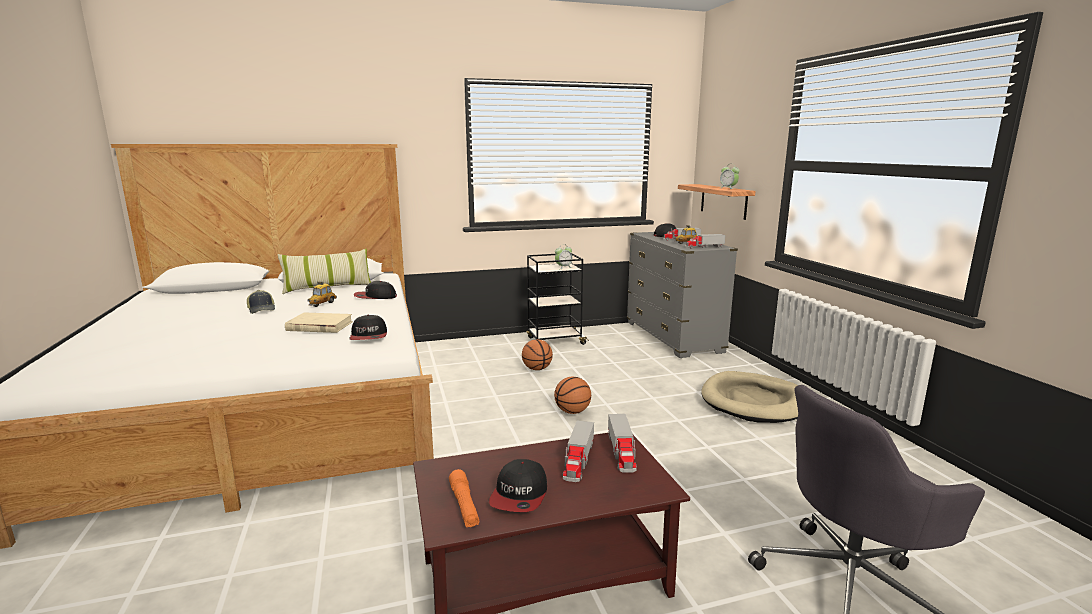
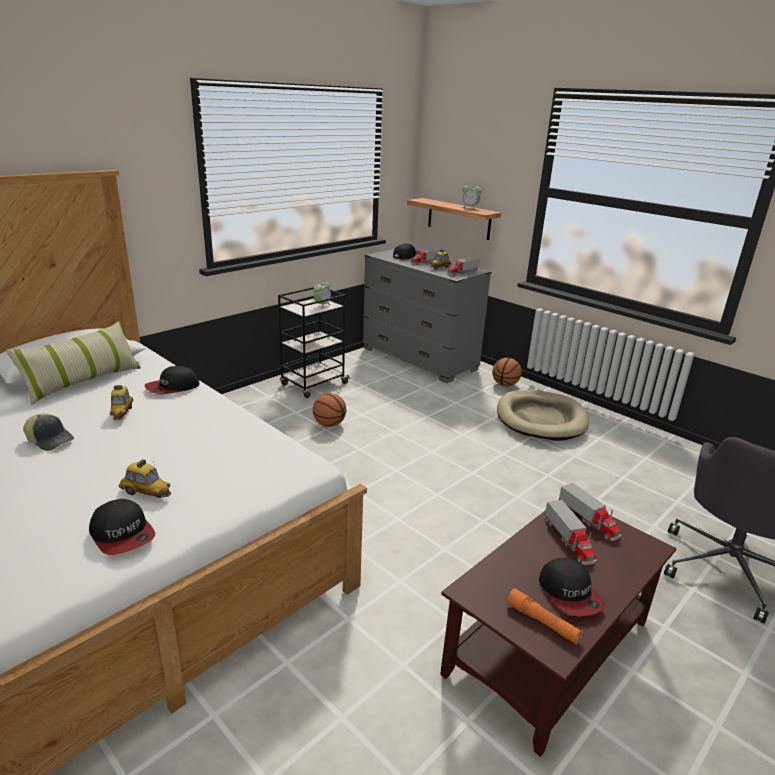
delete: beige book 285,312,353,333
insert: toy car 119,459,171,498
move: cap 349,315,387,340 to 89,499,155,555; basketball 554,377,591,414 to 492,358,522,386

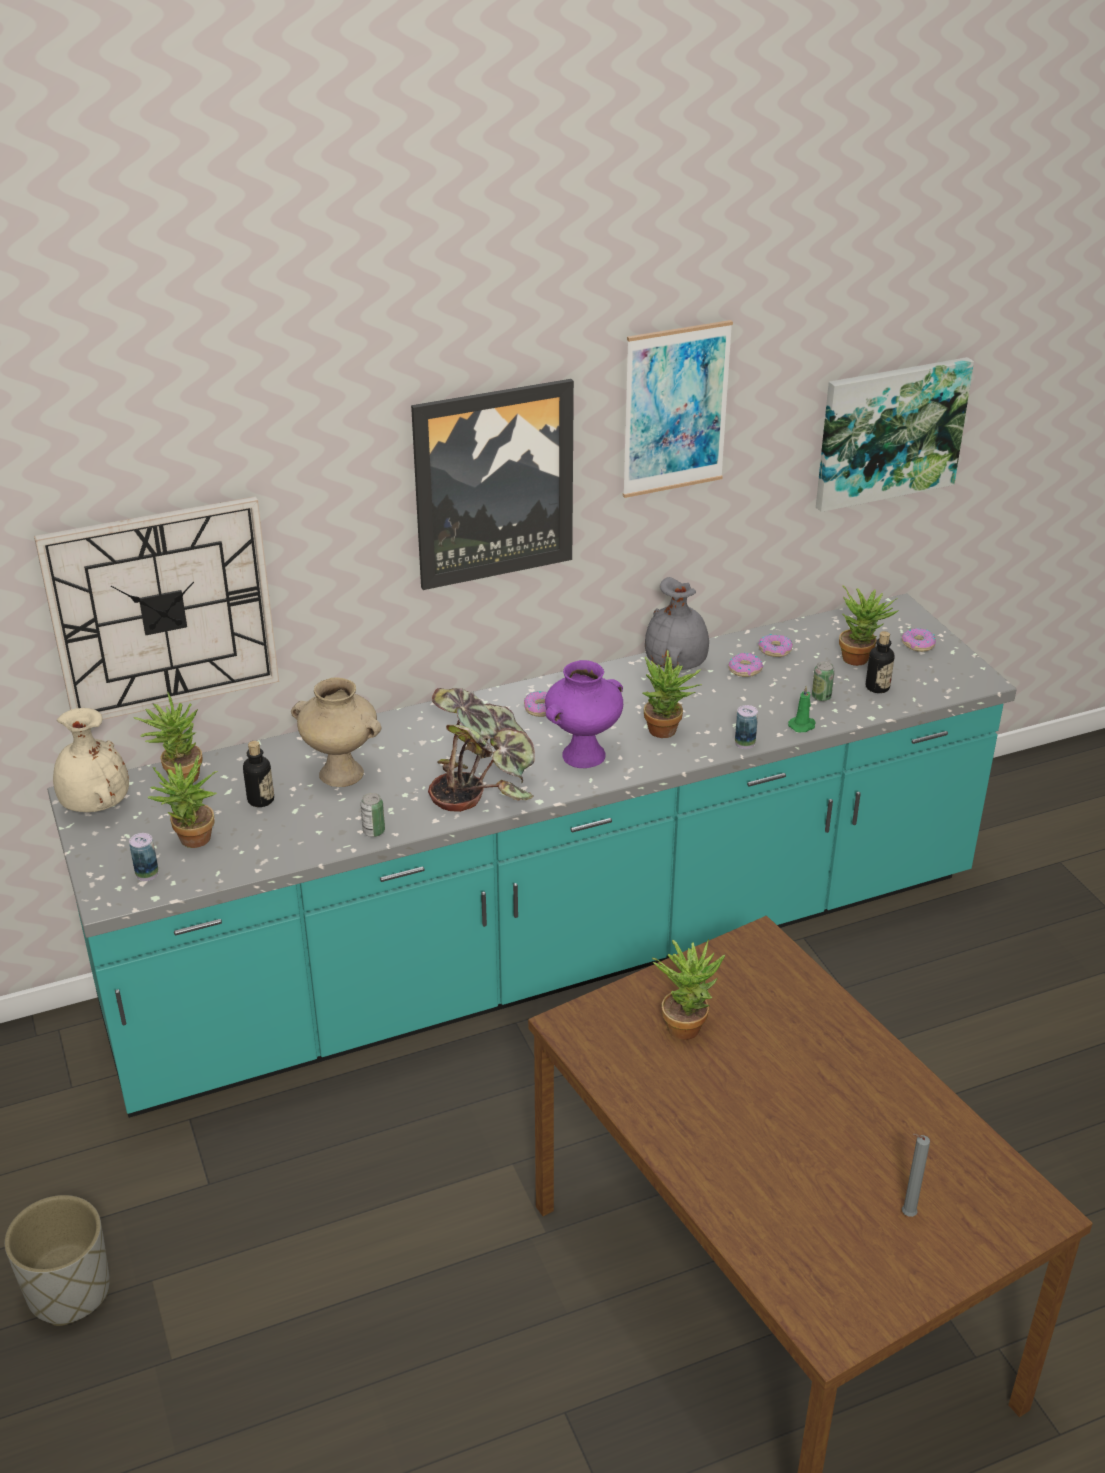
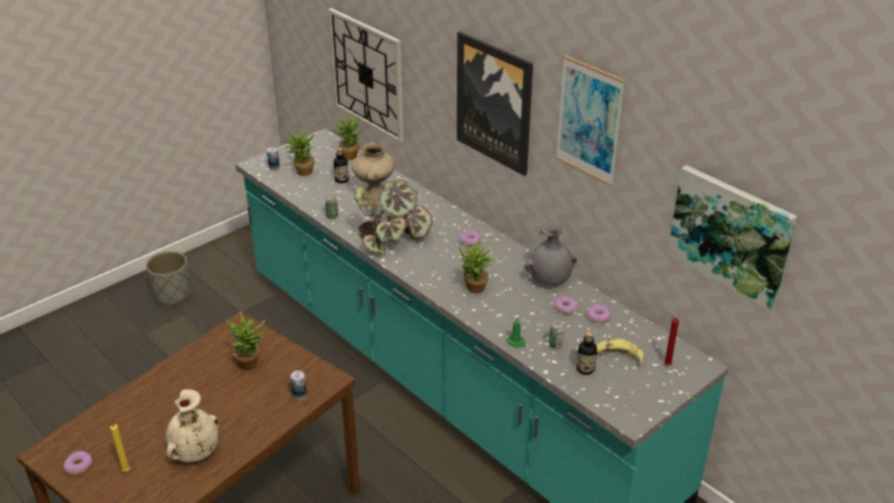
delete: purple vase 545,660,623,768
insert: red candle 664,315,679,365
move: beige vase 53,708,129,812 to 166,389,219,462; can 735,705,758,749 to 290,371,307,400; donut 901,628,936,652 to 64,451,93,475
replace: potted plant 839,585,898,666 to banana 596,339,644,365
recolor: grey candle 902,1133,930,1217 to yellow candle 110,418,130,472

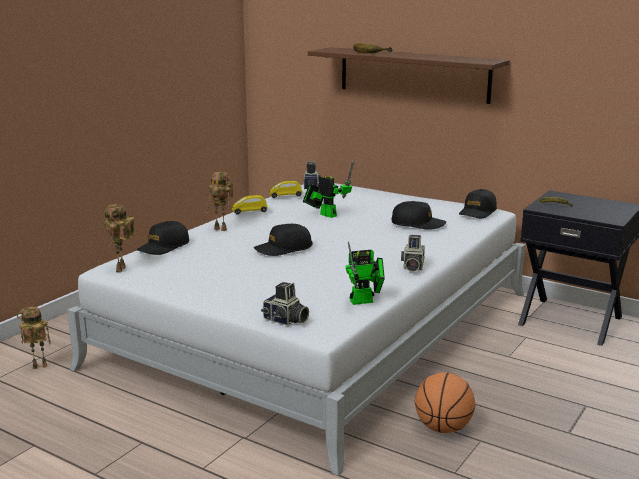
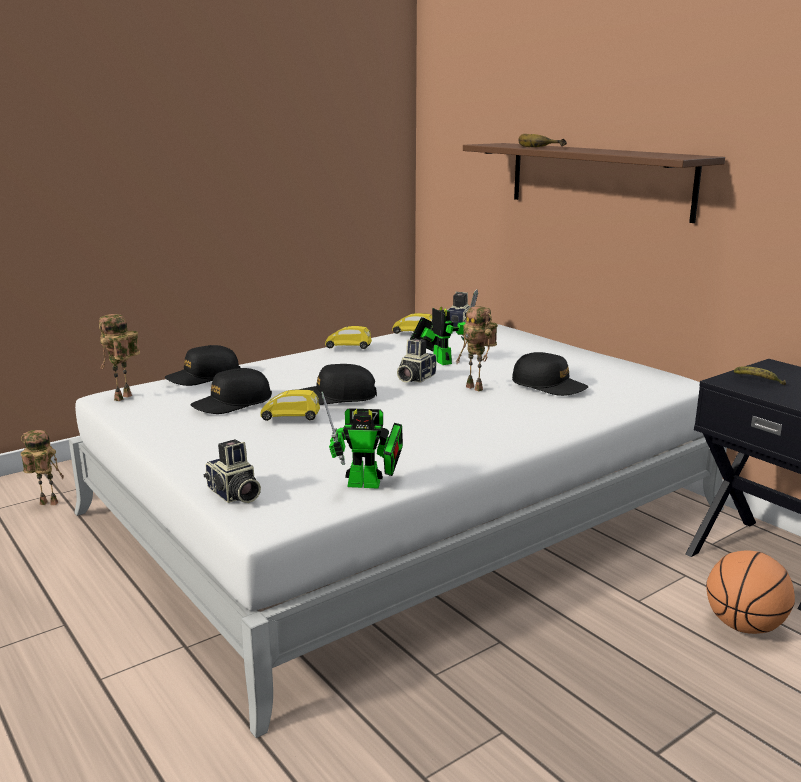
insert: yellow toy car 260,389,320,421
move: toy robot 206,172,233,231 to 456,306,498,391; photo camera 401,235,425,272 to 397,339,436,383; basketball 415,372,476,433 to 706,551,795,634; black cap 459,189,497,218 to 190,368,272,414

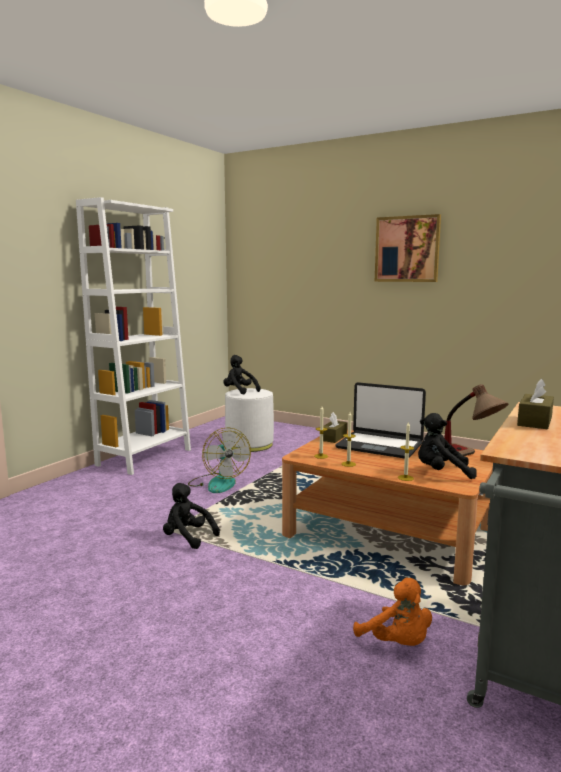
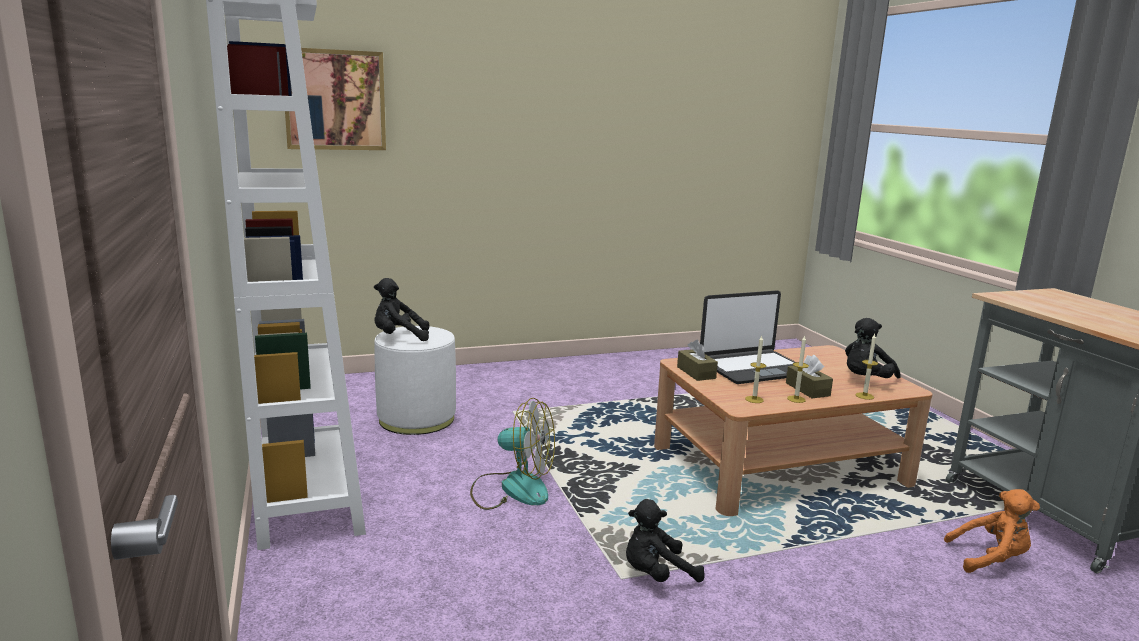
delete: table lamp 444,384,509,456
move: picture 375,214,441,282 to 285,48,386,150; brown tissue box 517,379,554,429 to 786,355,833,398

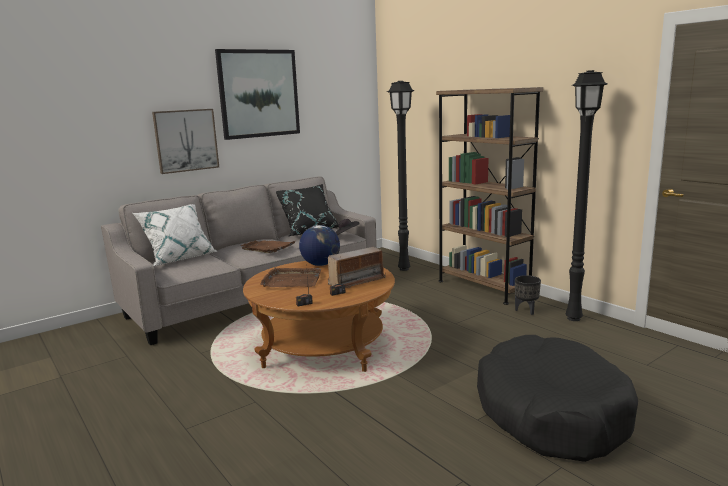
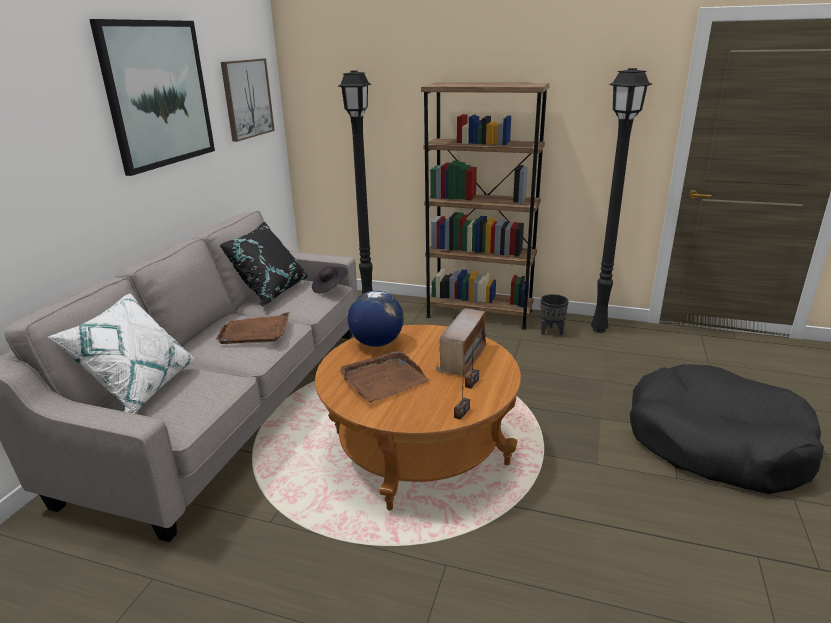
move: picture 152,109,219,174 to 221,59,275,142

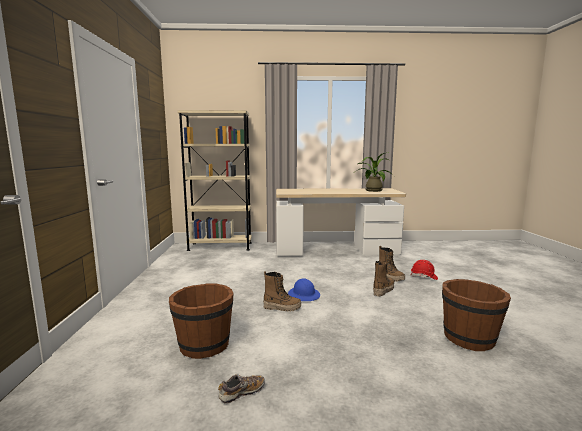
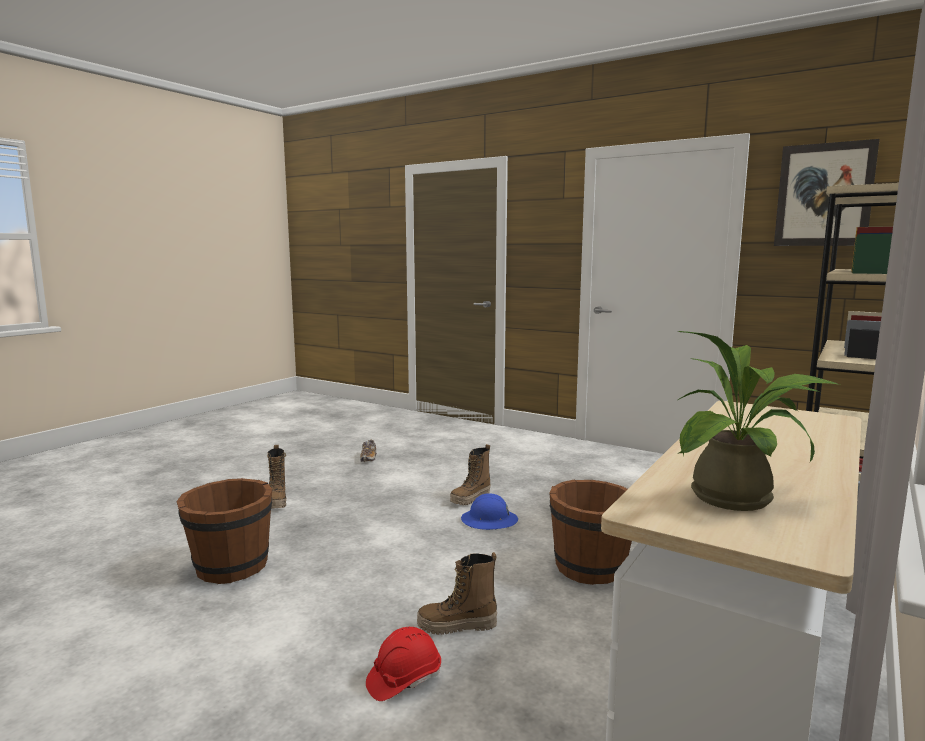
insert: picture 774,139,880,246
move: brown bucket 169,283,234,359 to 549,480,632,585; boot 373,261,394,296 to 267,445,286,509

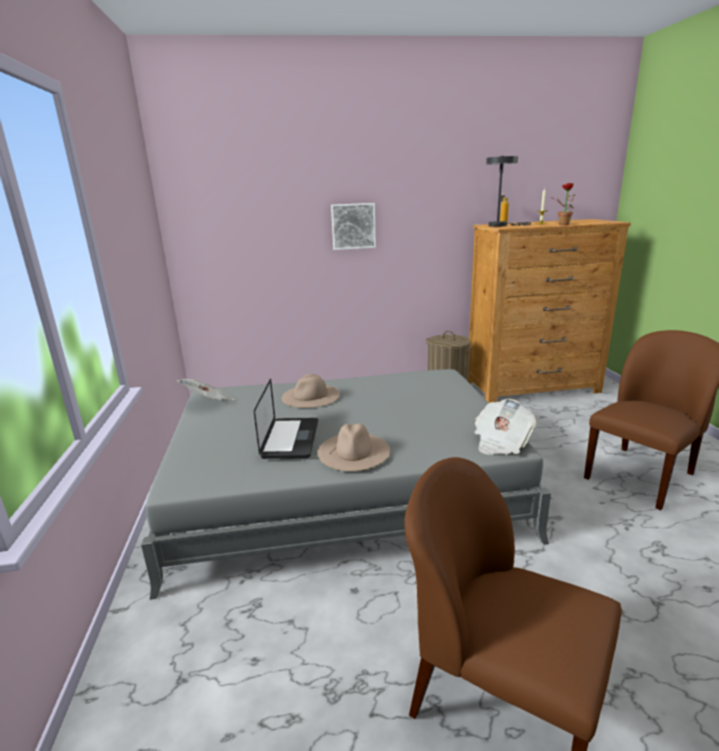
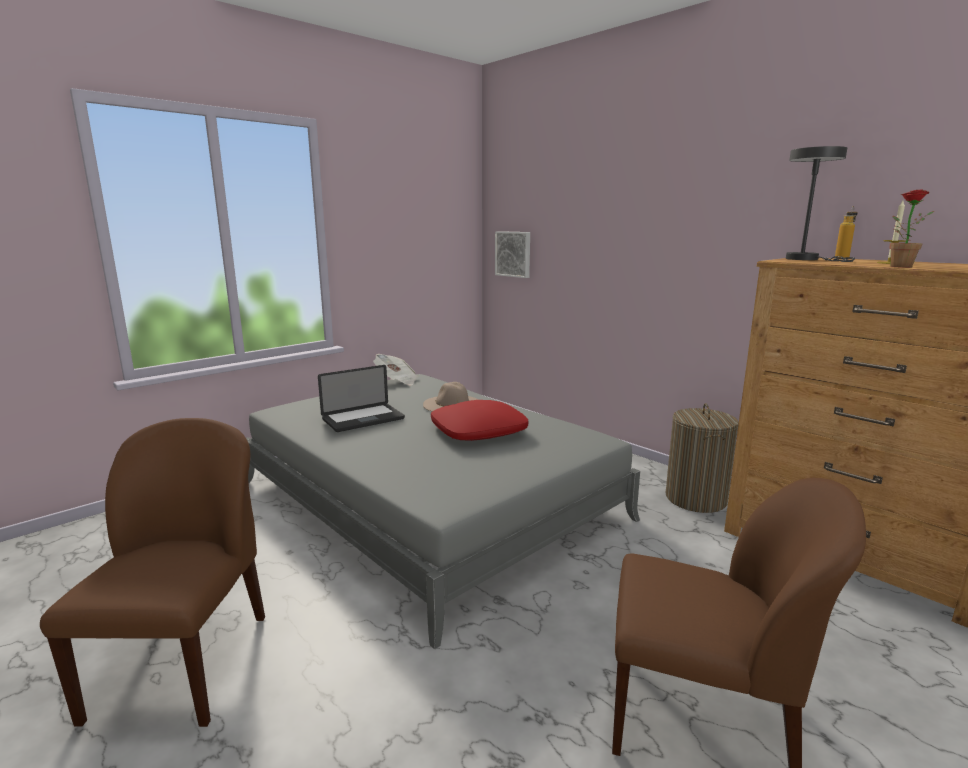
delete: beige hat 318,423,390,471; newspaper 474,399,536,455
insert: red pillow 431,400,529,441
move: picture 331,203,376,250 to 495,231,530,278

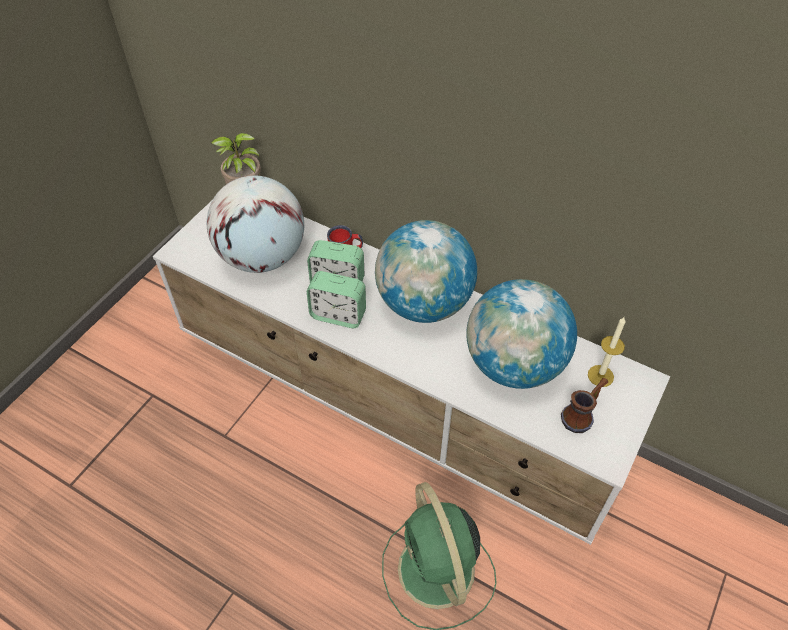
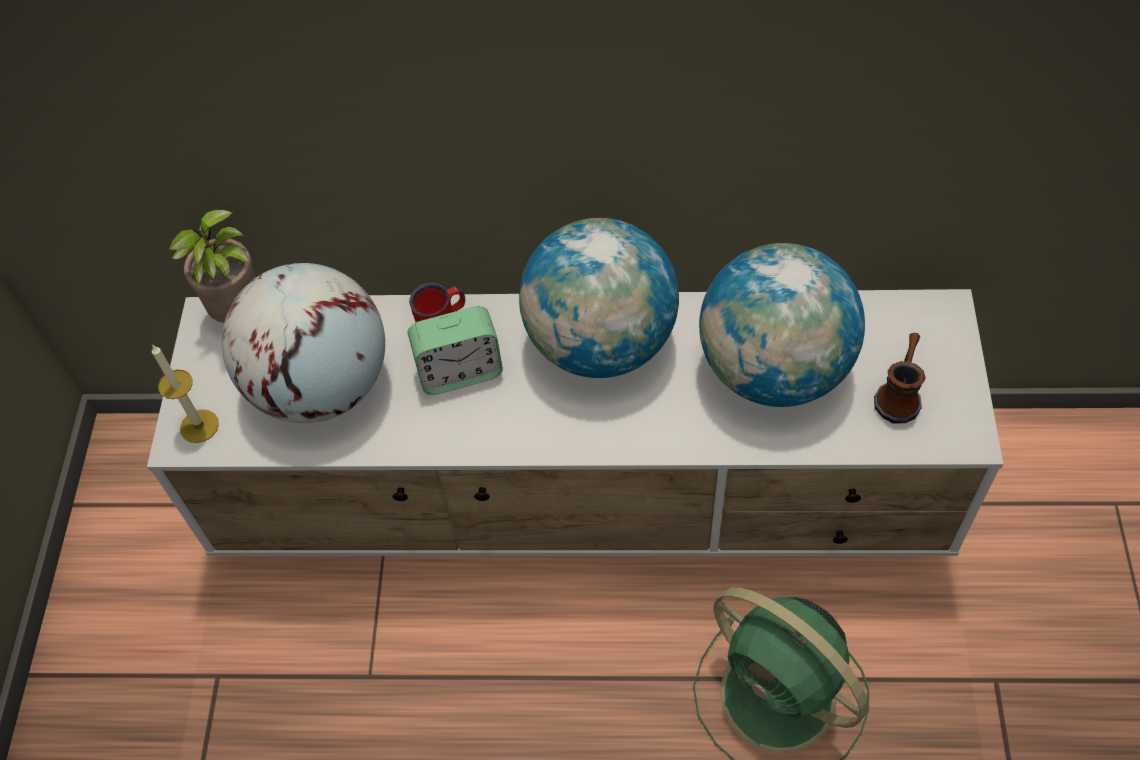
delete: alarm clock 307,271,366,328
move: candle 588,317,626,387 to 152,345,219,443

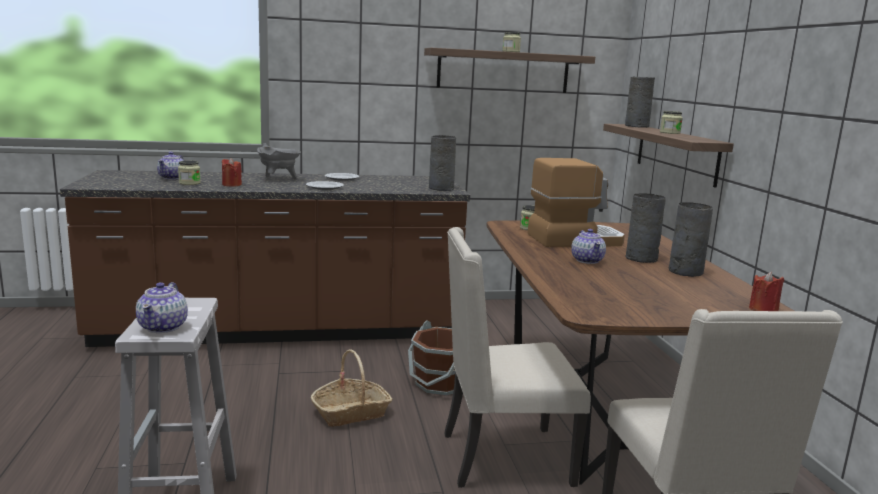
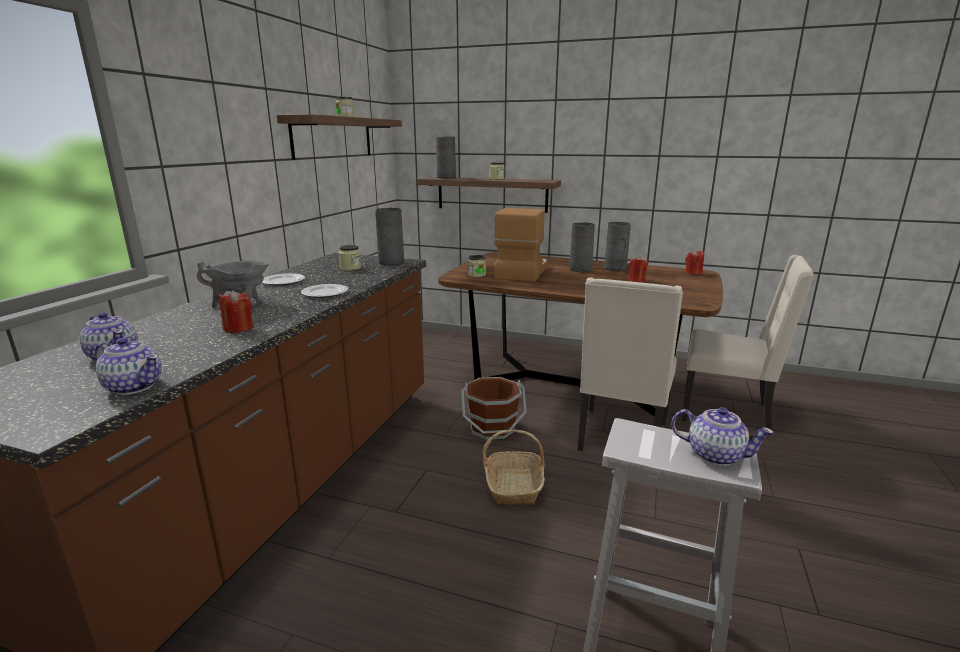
insert: red candle 628,256,648,282
move: jar 178,160,201,185 to 339,245,361,271; teapot 571,229,606,264 to 95,338,162,395

